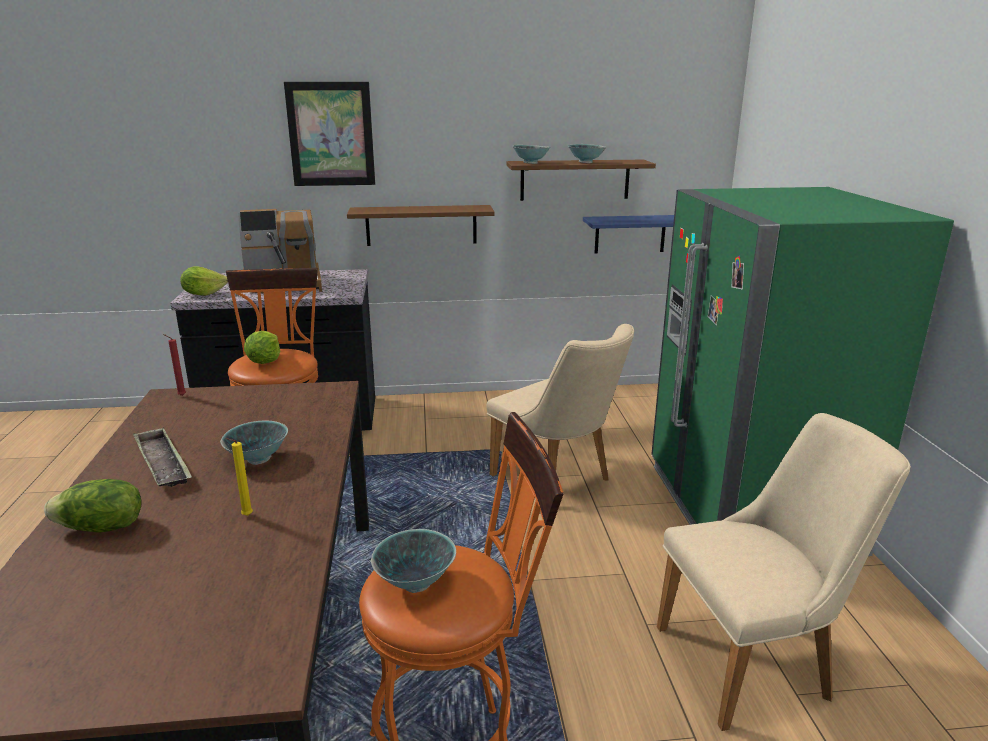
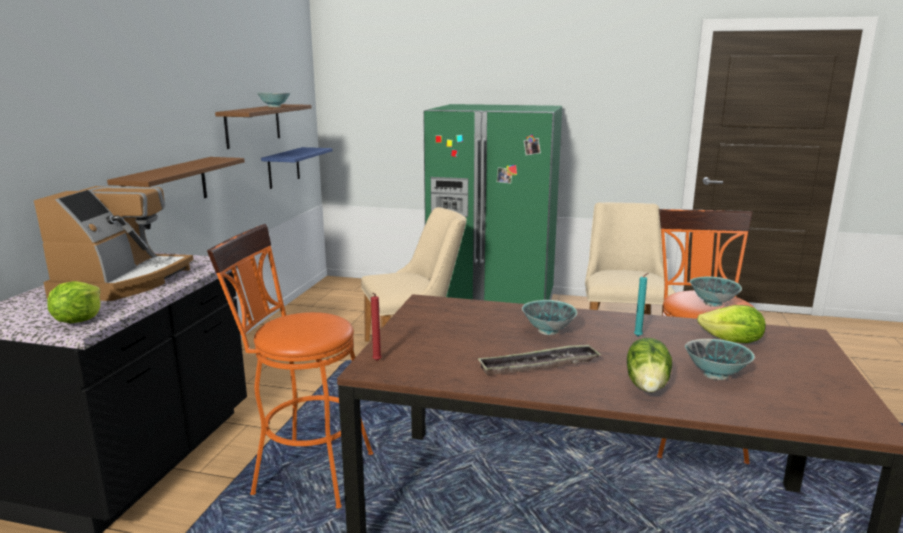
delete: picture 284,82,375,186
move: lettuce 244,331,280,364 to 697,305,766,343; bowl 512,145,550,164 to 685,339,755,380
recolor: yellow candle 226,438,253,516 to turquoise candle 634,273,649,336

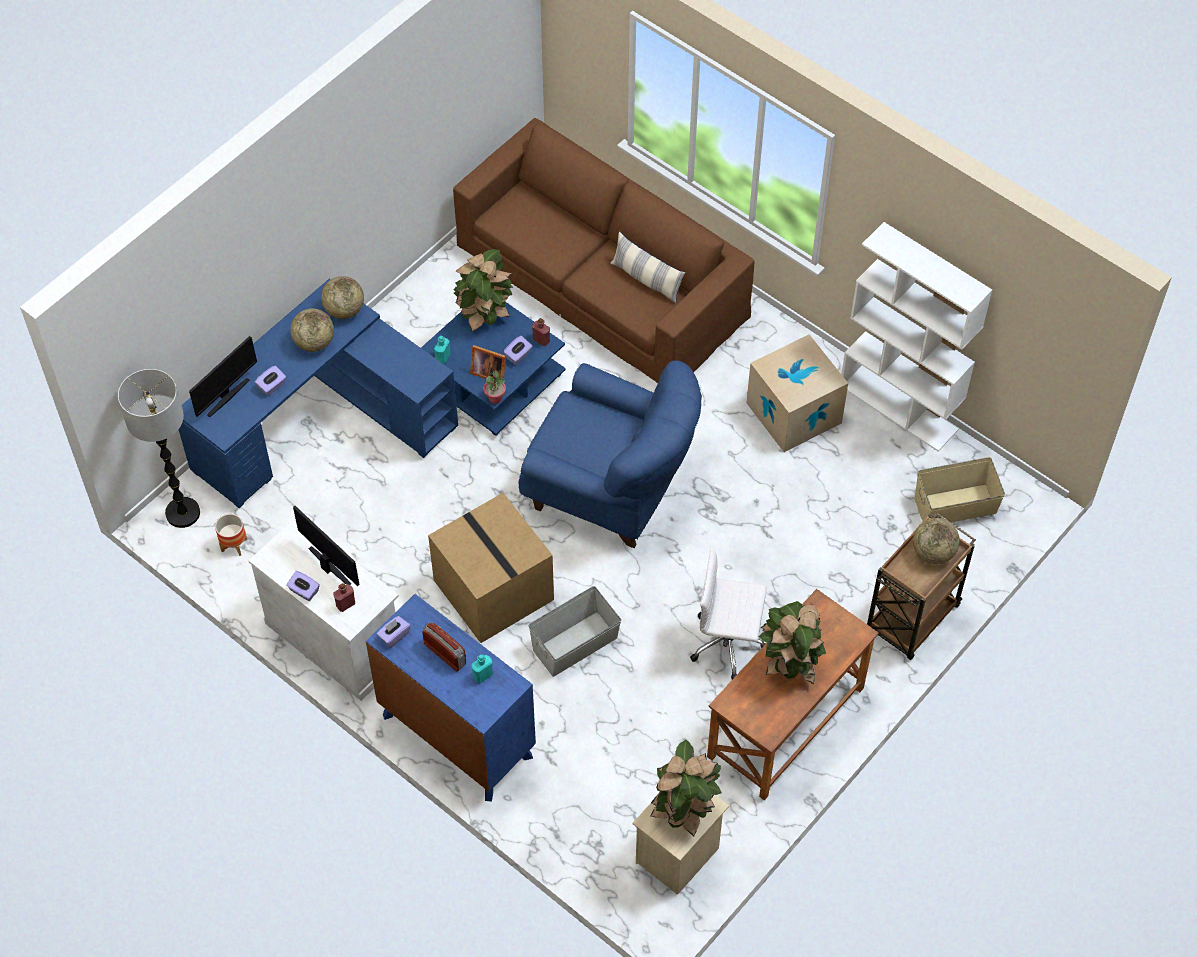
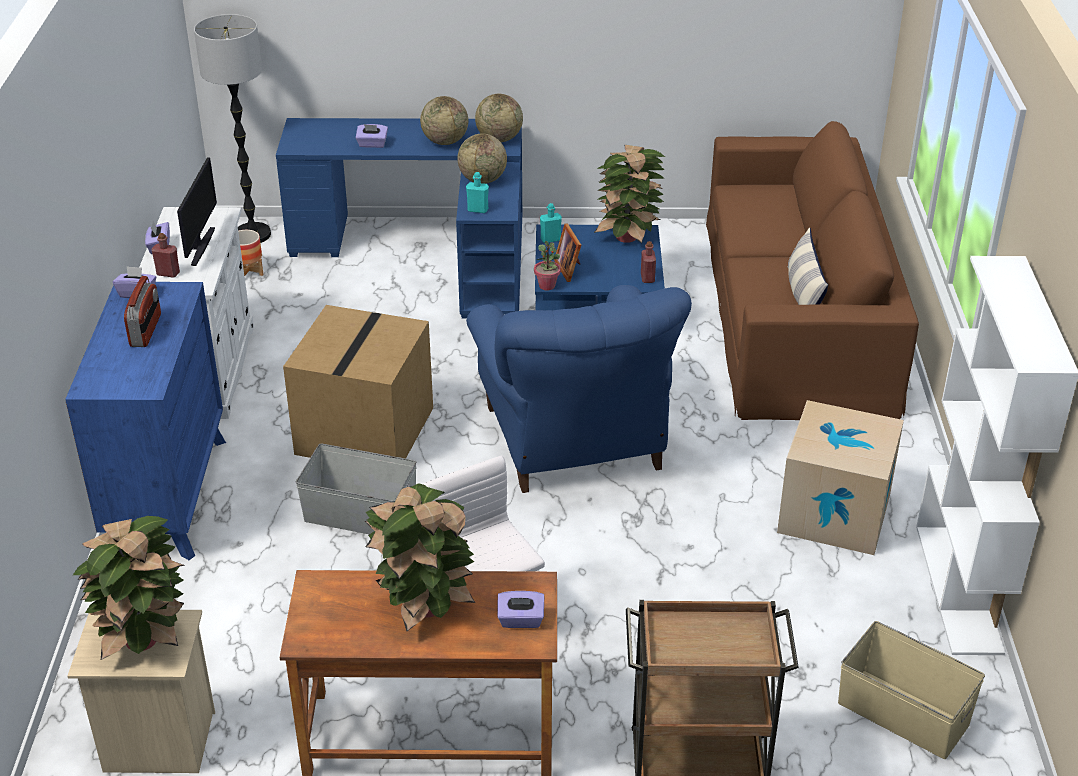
delete: monitor 189,336,257,417
move: turquoise bottle 471,655,493,683 to 466,172,489,213; purple tissue box 503,336,532,365 to 497,591,544,628; globe 913,518,960,564 to 457,134,507,184

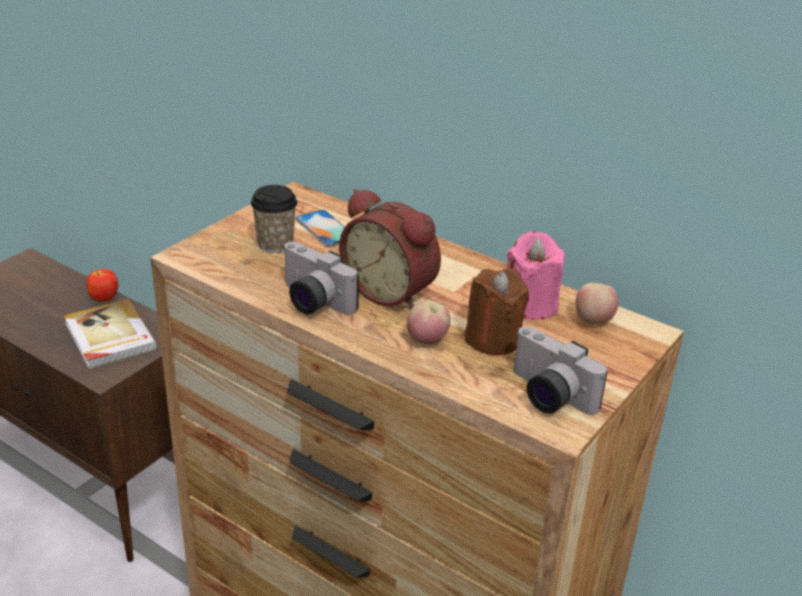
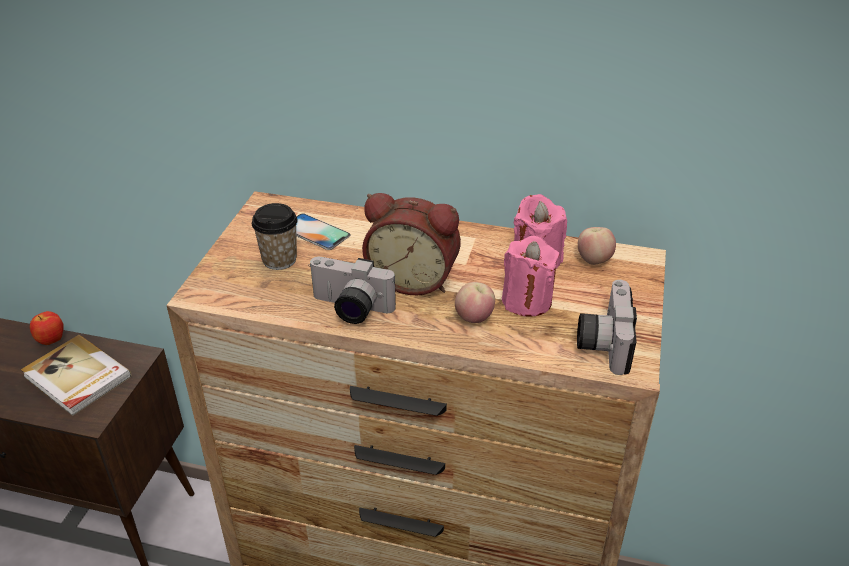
recolor: brown candle 465,268,529,355 to pink candle 502,236,559,317
rotate: photo camera 514,326,607,415 = 577,280,637,375 75 degrees clockwise

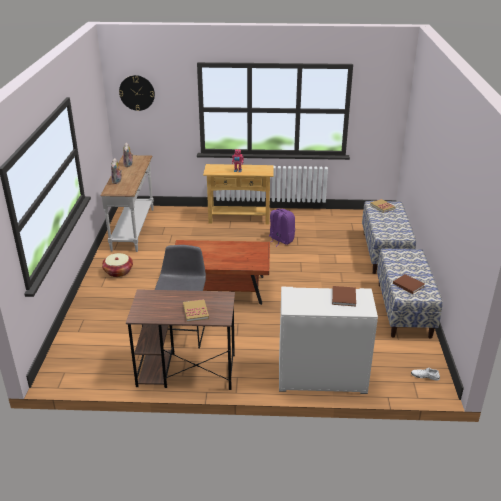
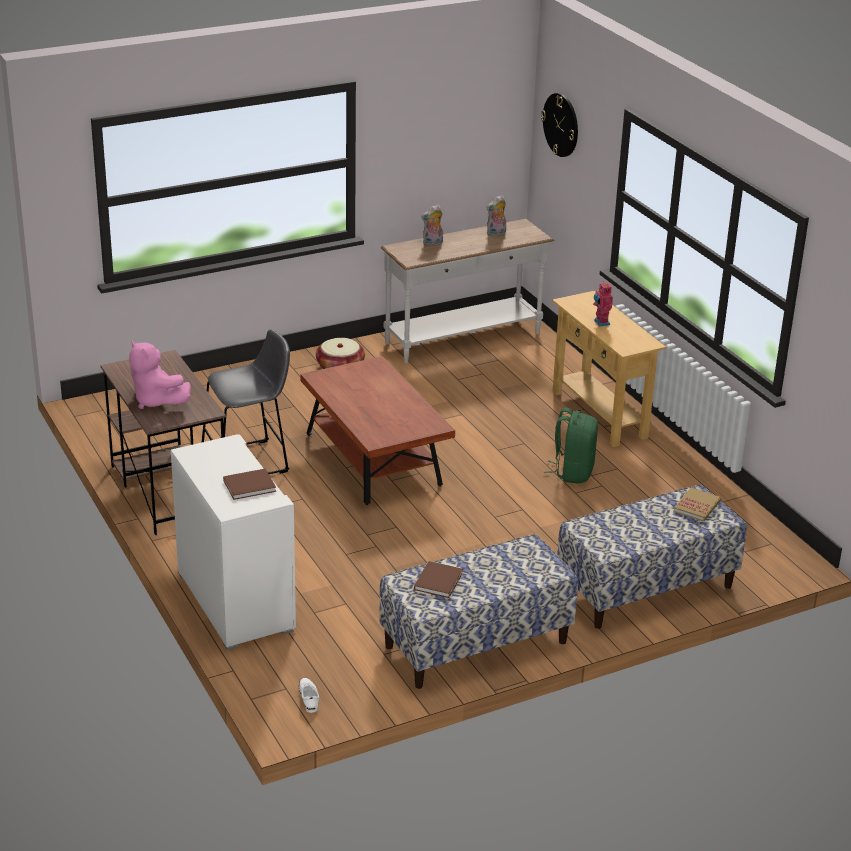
replace: book 183,299,209,322 to pink plush toy 129,341,191,409
recolor: purple backpack 269,209,295,247 to green backpack 544,408,598,484

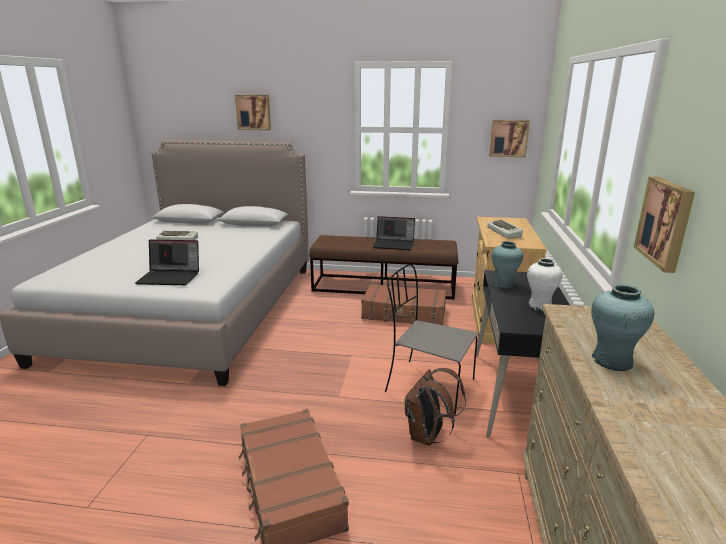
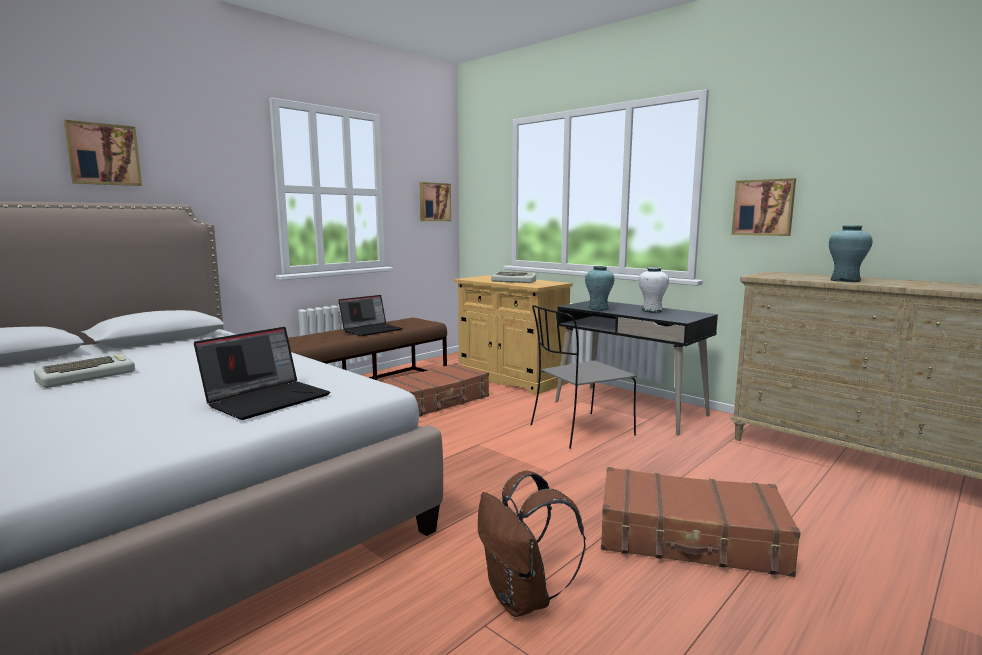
move: brown backpack 405,368,466,446 to 478,471,586,617

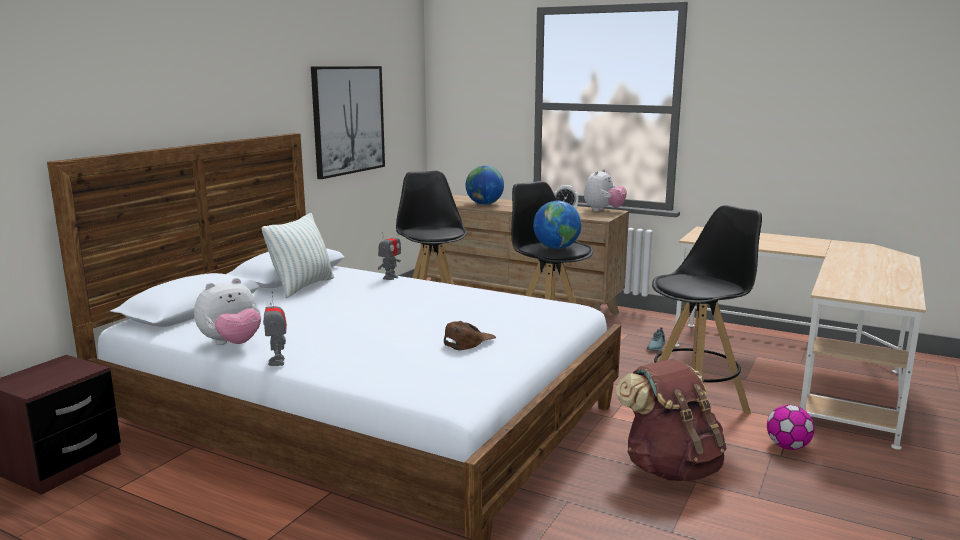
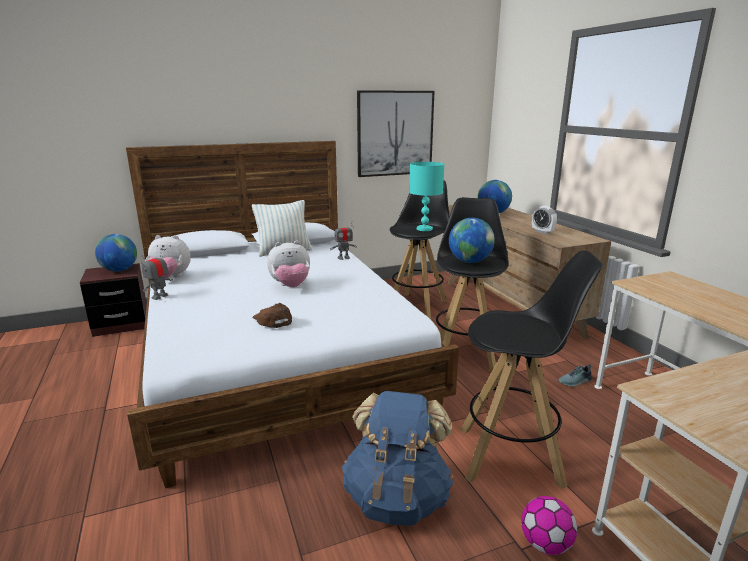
insert: globe 95,234,137,272; turquoise table lamp 409,162,444,231
move: plush toy 584,169,627,211 to 267,241,310,287
recolor: brown backpack 616,359,727,482 to blue backpack 342,391,454,526
rotate: brown cap 444,321,496,350 = 252,303,292,328 120 degrees counterclockwise

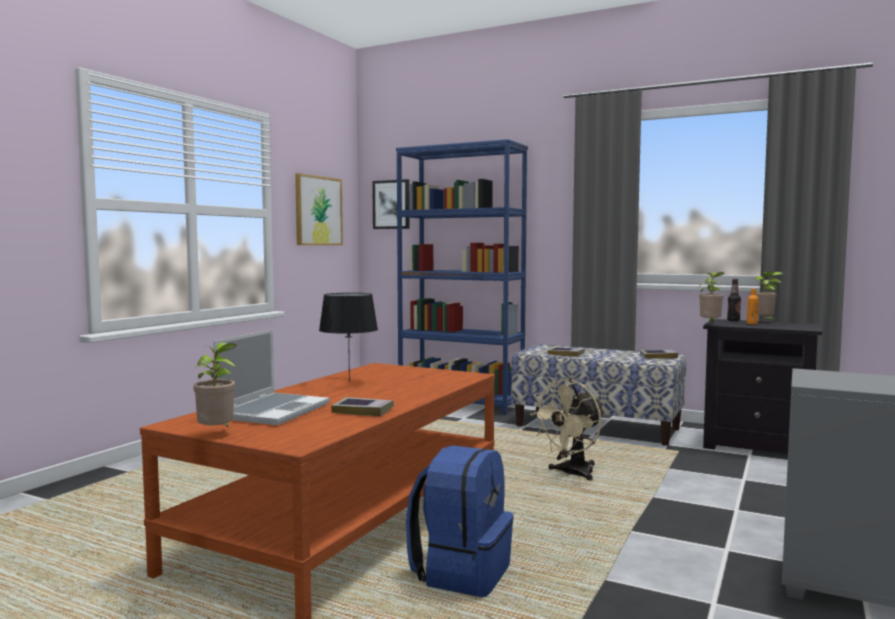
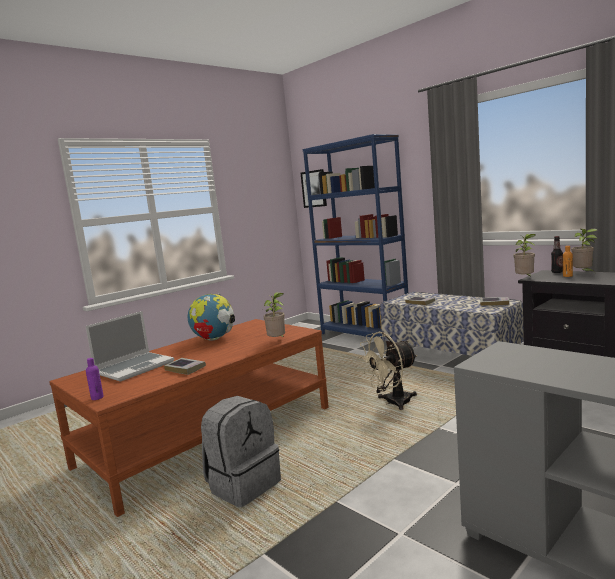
delete: picture 295,173,343,245
insert: purple bottle 86,358,104,400
move: potted plant 193,343,237,428 to 262,292,285,337
replace: black table lamp 319,293,378,382 to globe 188,293,235,341
recolor: blue backpack 406,445,514,597 to grey backpack 201,396,281,507

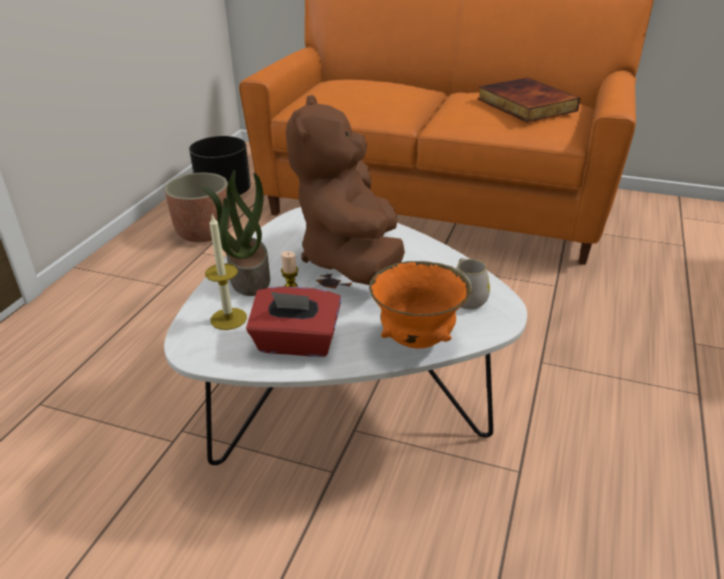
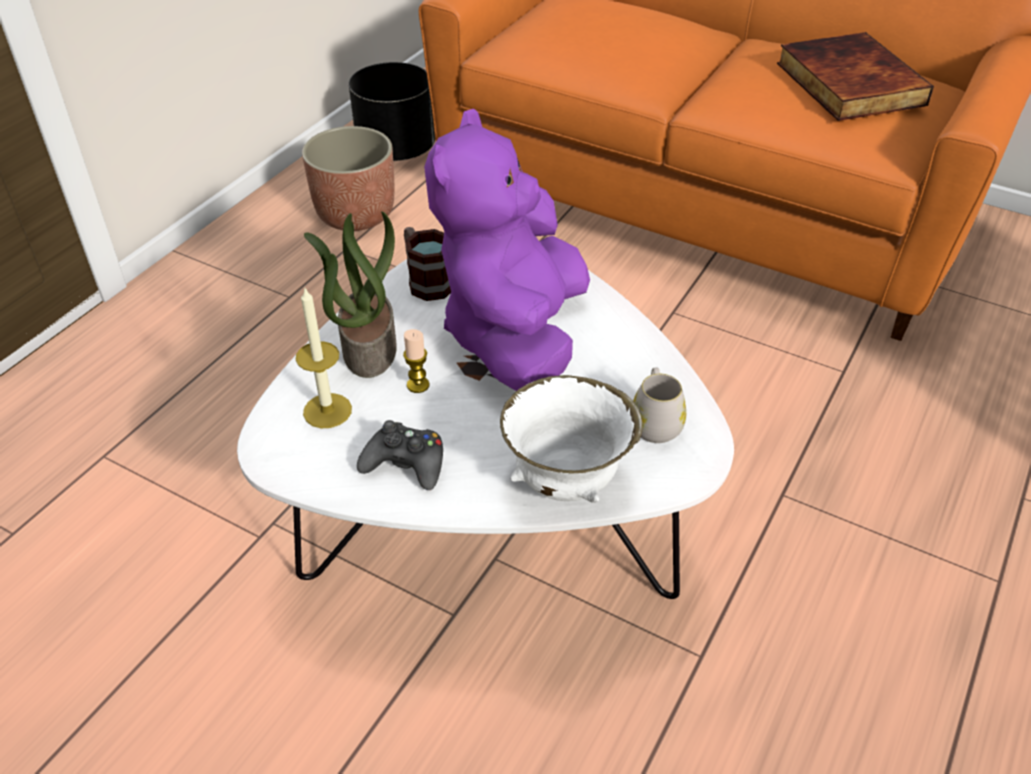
insert: mug 404,227,451,301
replace: red tissue box 246,287,341,357 to black game controller 357,420,443,490
recolor: brown plush toy 286,95,405,285 to purple plush toy 424,109,590,391; orange bowl 369,261,473,349 to white bowl 500,375,642,503

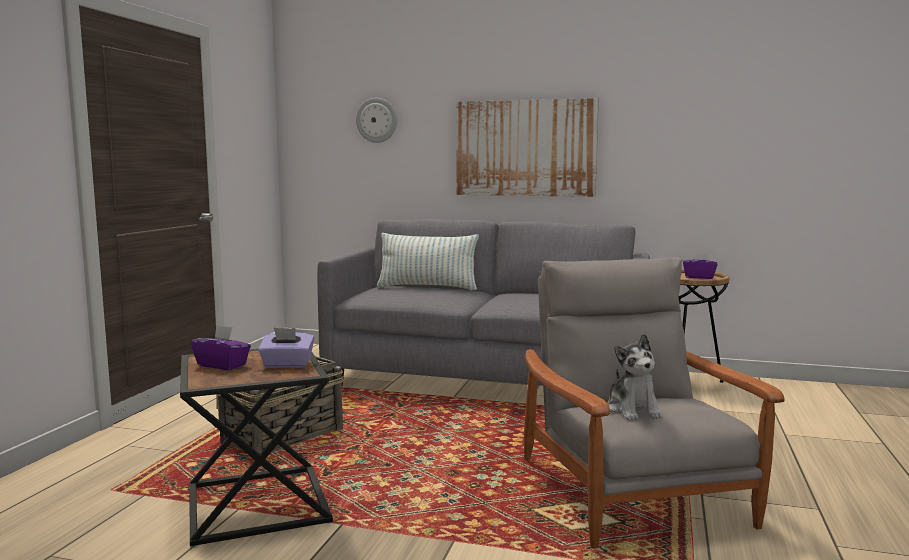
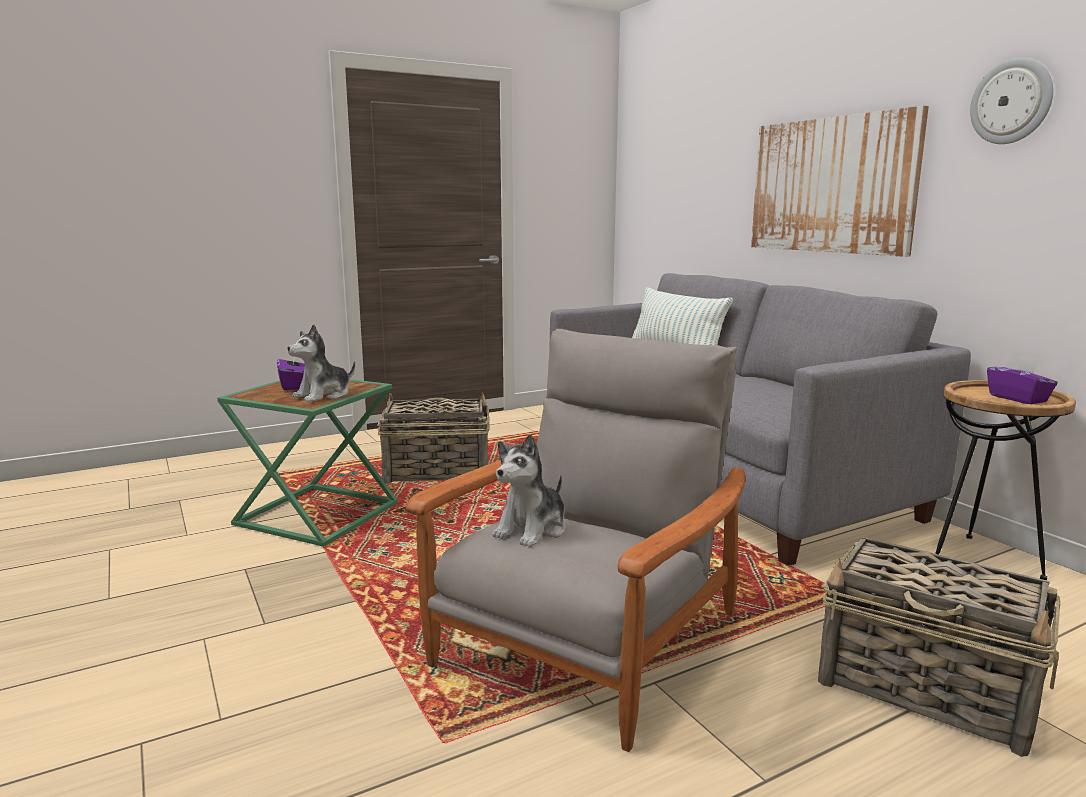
insert: basket 818,537,1061,757
move: wall clock 356,98,397,143 to 970,58,1053,144
replace: purple tissue box 258,328,314,368 to plush toy 287,324,355,402
recolor: black side table 180,349,333,546 to green side table 217,379,398,547

